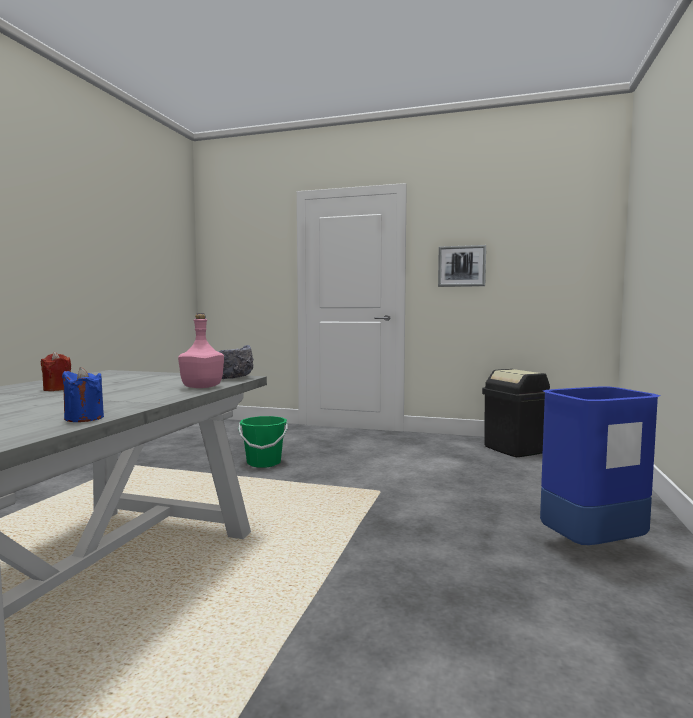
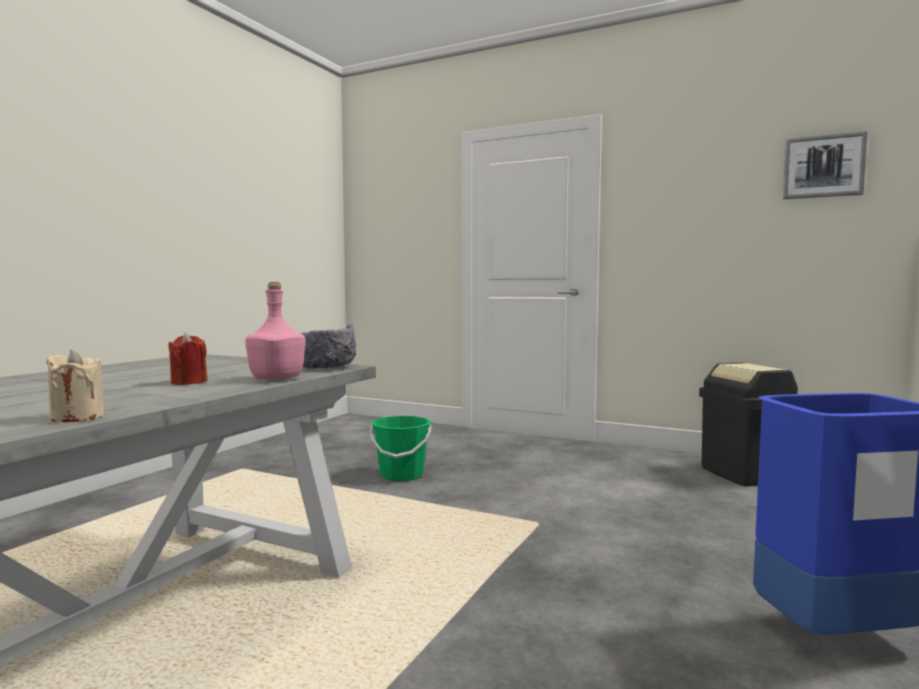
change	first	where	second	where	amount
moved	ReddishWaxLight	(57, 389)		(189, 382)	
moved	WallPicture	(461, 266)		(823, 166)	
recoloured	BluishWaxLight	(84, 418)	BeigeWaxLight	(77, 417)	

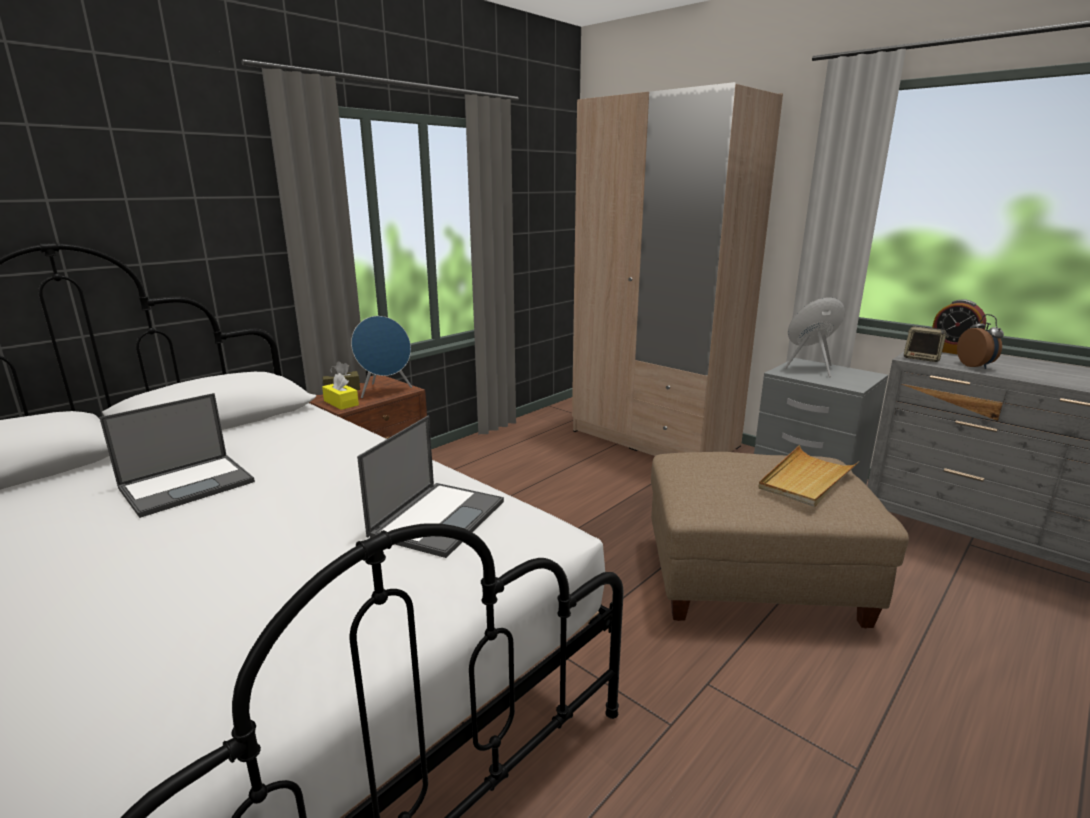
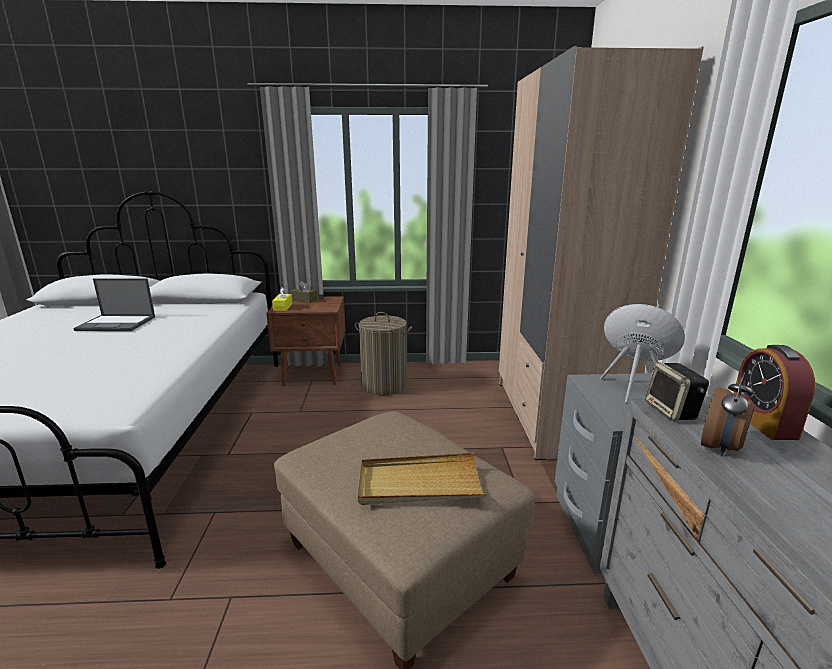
change	first	where	second	where	amount
removed	BluishSpeaker	(385, 391)			
removed	NotebookComputer	(438, 517)			
added			WashingBasket	(384, 385)	

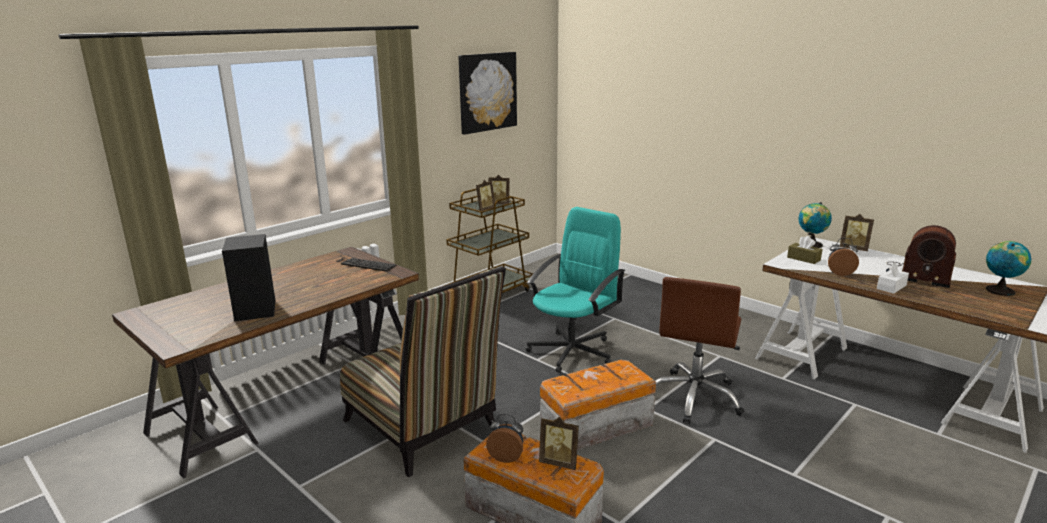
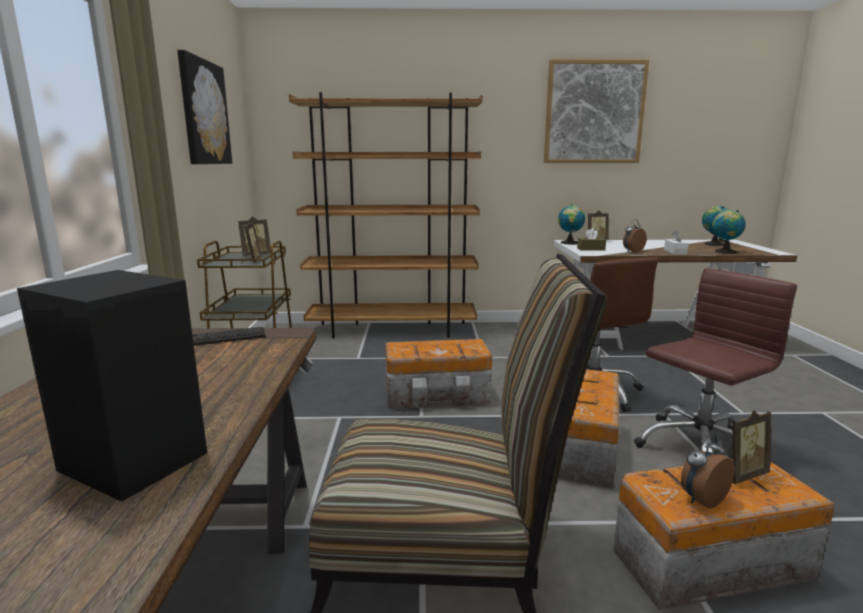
change	first	where	second	where	amount
removed	RadioSet	(917, 275)			
added			BrownBookshelf	(392, 330)	
added			WallPicture	(594, 112)	
added			BrownDeskChair	(699, 447)	
added			WorldGlobe	(724, 252)	
replaced	BlueGreenDeskChair	(572, 351)	StorageBox	(438, 396)	

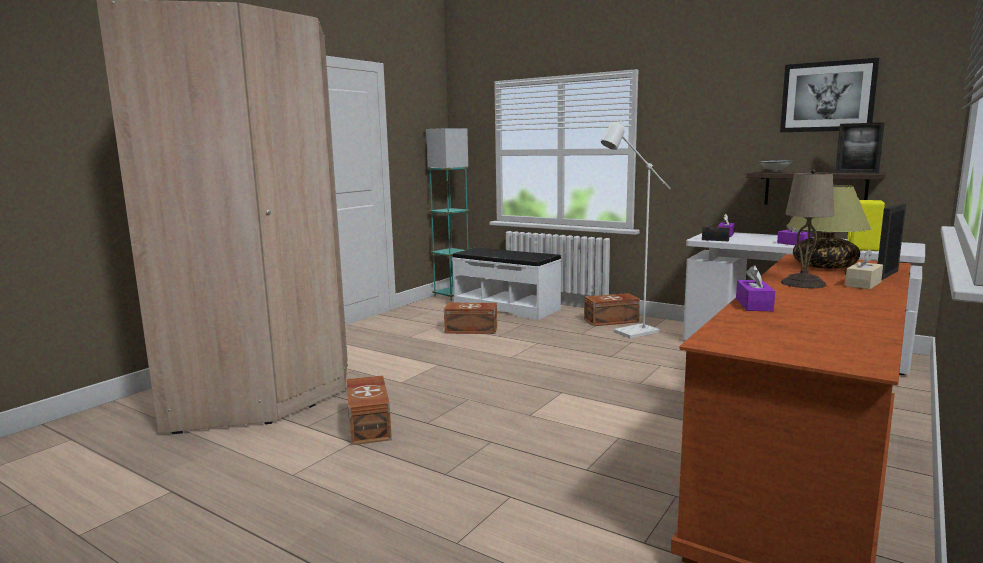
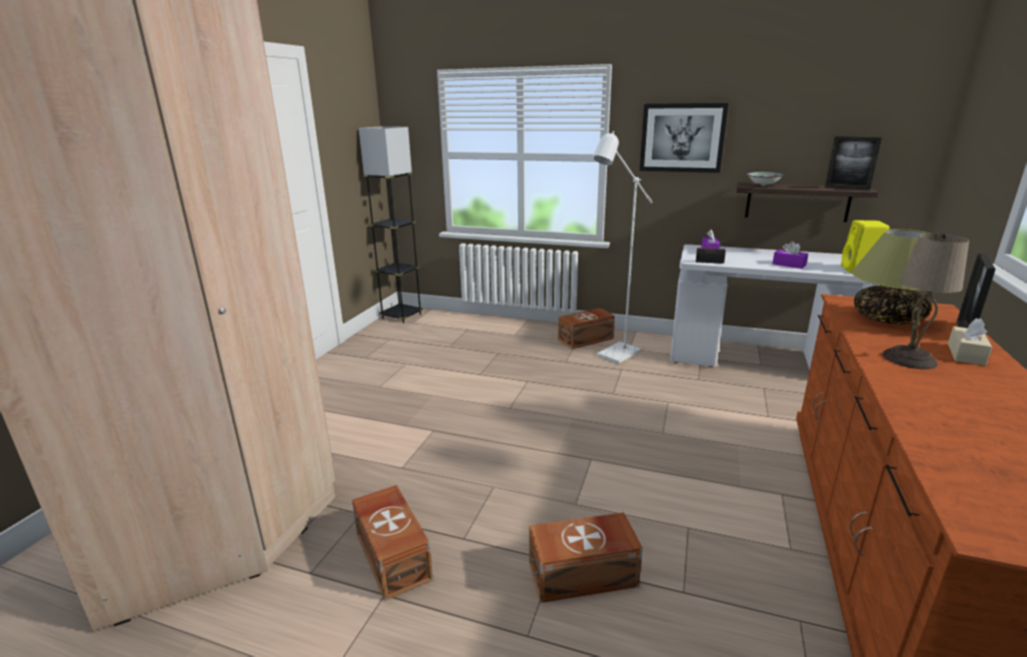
change	first	where	second	where	amount
removed	WhiteBench	(507, 307)			
removed	PurplishTissueBox	(754, 305)			
moved	BrownStorageBox	(472, 330)		(584, 575)	
moved	WallPicture	(827, 96)		(682, 138)	
recoloured	BlueGreenFloorLamp	(452, 296)	GrayFloorLamp	(401, 316)	

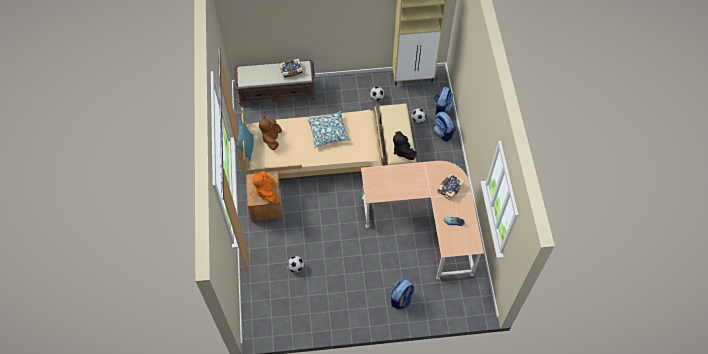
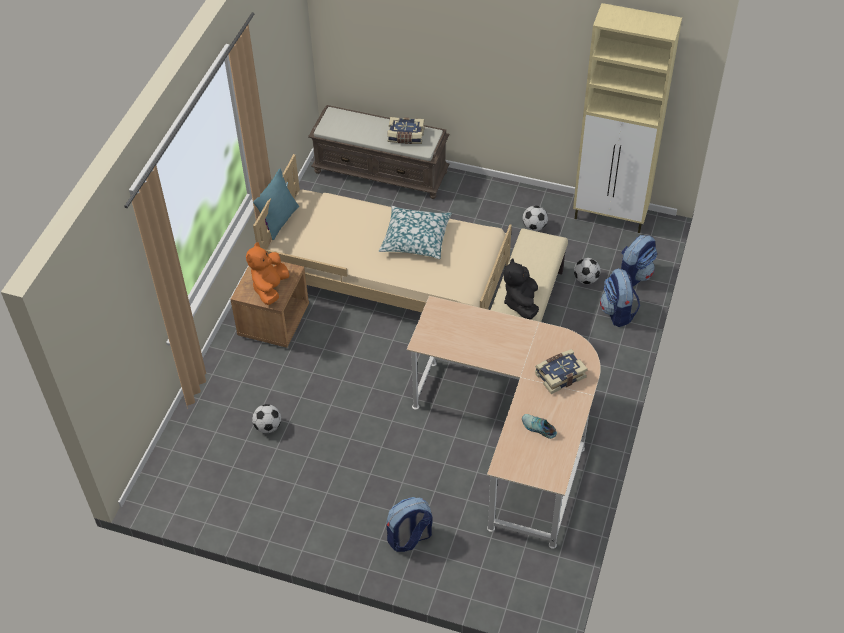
change	first	where	second	where	amount
removed	BrownCuddlyToy	(272, 139)			

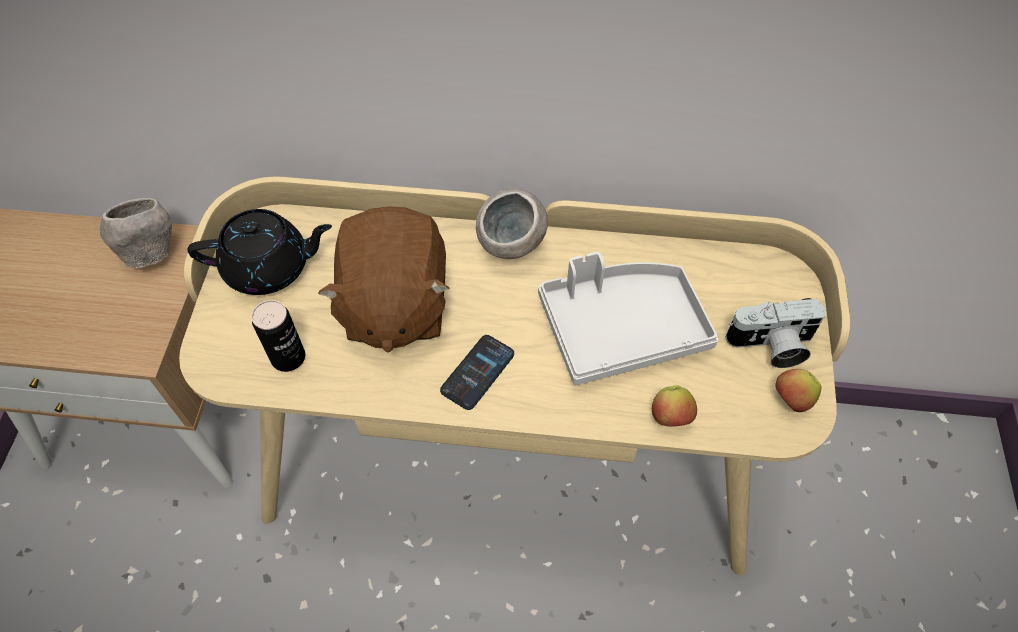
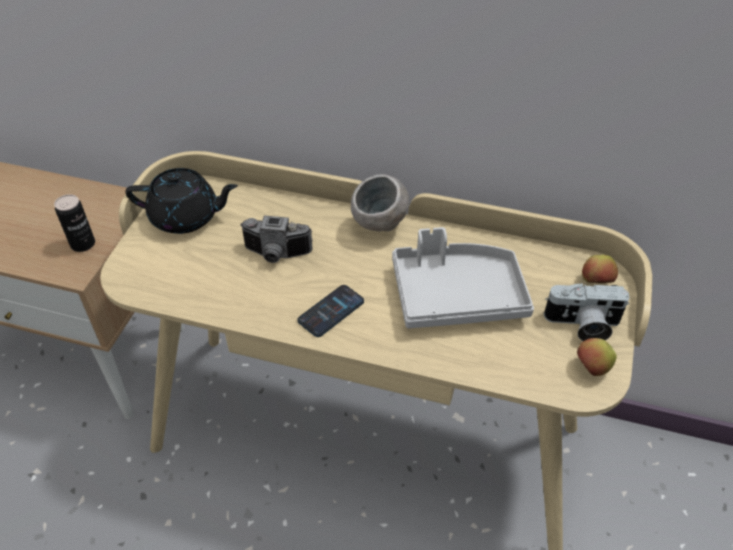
change	first	where	second	where	amount
removed	GrayDeepDish	(151, 253)			
moved	MetalCan	(288, 357)		(83, 244)	
moved	Apple	(670, 417)		(596, 282)	
replaced	BrownCuddlyToy	(394, 305)	StillCamera	(276, 255)	

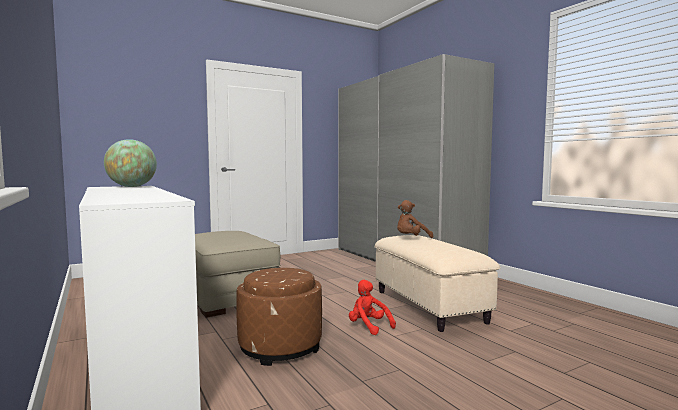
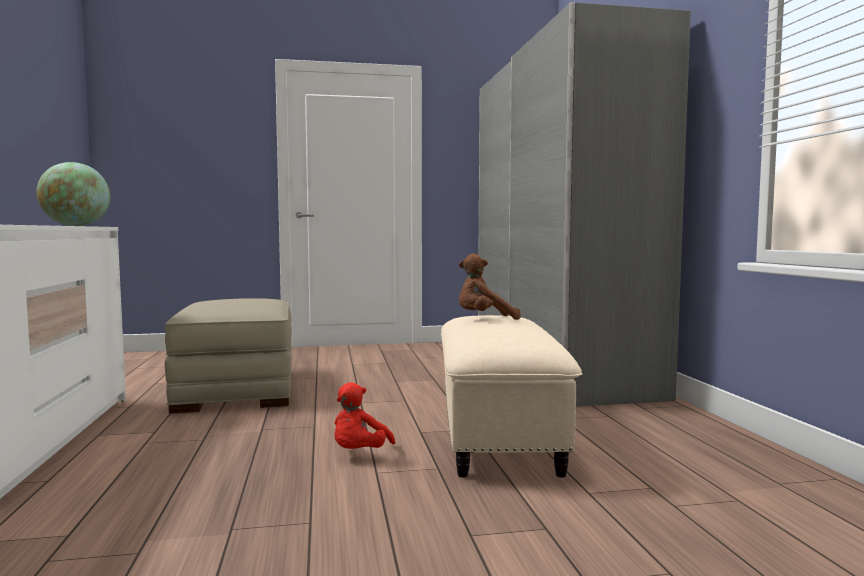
change	first	where	second	where	amount
removed	BrownFootrest	(280, 347)			
turned	ReddishCuddlyToy	(368, 326)		(359, 453)	135 degrees counterclockwise

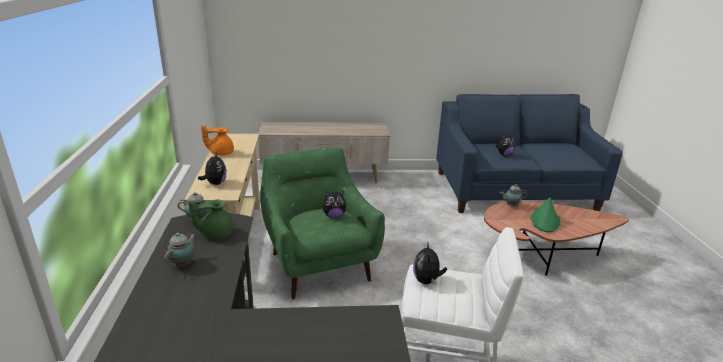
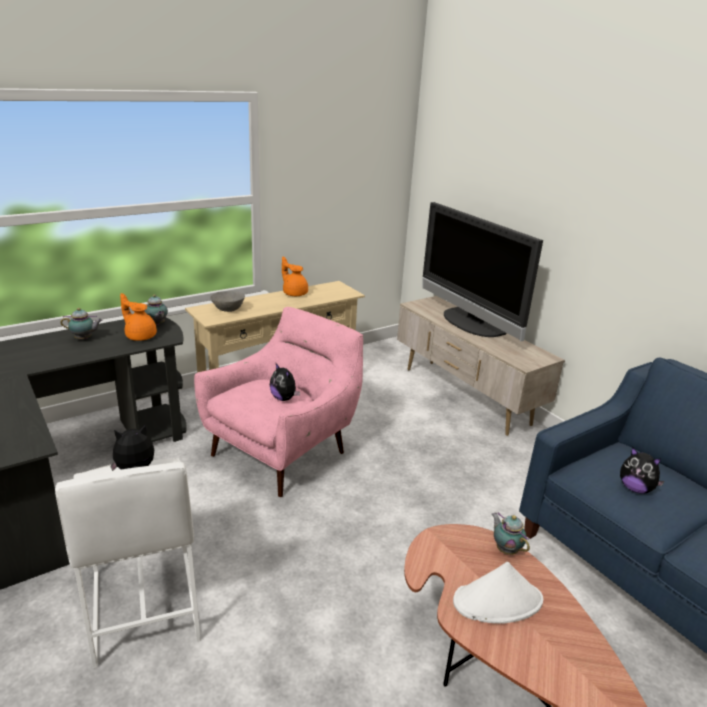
change	first	where	second	where	amount
added			Tv	(469, 323)	
replaced	CuddlyToy	(215, 183)	GrayDeepDish	(228, 309)	
recoloured	GreenColouredPotForTea	(215, 233)	OrangeyPotForTea	(140, 336)	
recoloured	GreenColouredEasyChair	(319, 263)	PinkishEasyChair	(284, 451)	
recoloured	GreenColouredHat	(544, 220)	WhiteHat	(498, 601)	

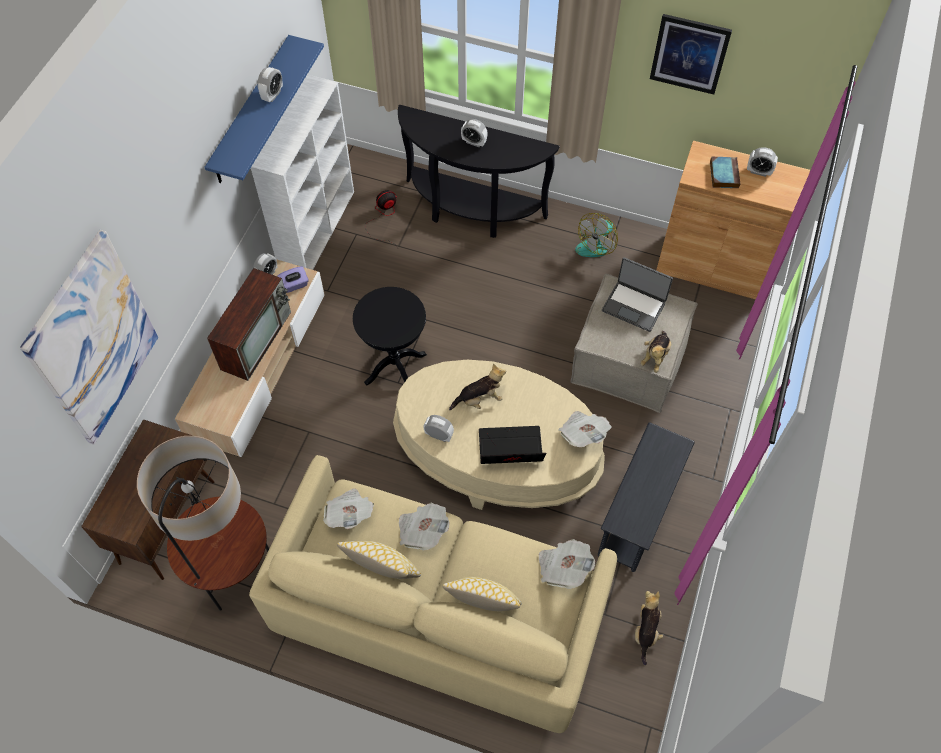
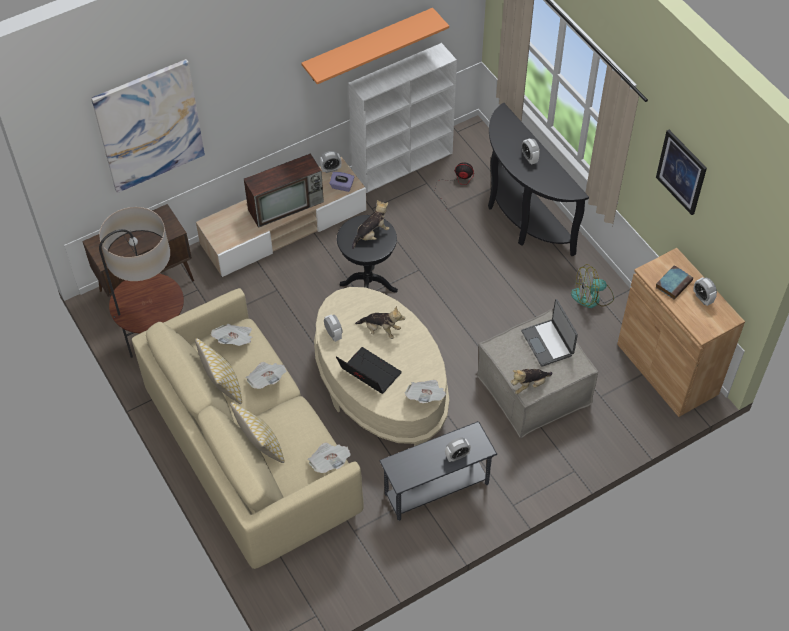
change	first	where	second	where	amount
moved	AlarmClock	(272, 95)		(457, 456)	
moved	CuddlyToy	(646, 631)		(371, 235)	
recoloured	BluishBracketShelf	(251, 111)	OrangeyBracketShelf	(368, 45)	

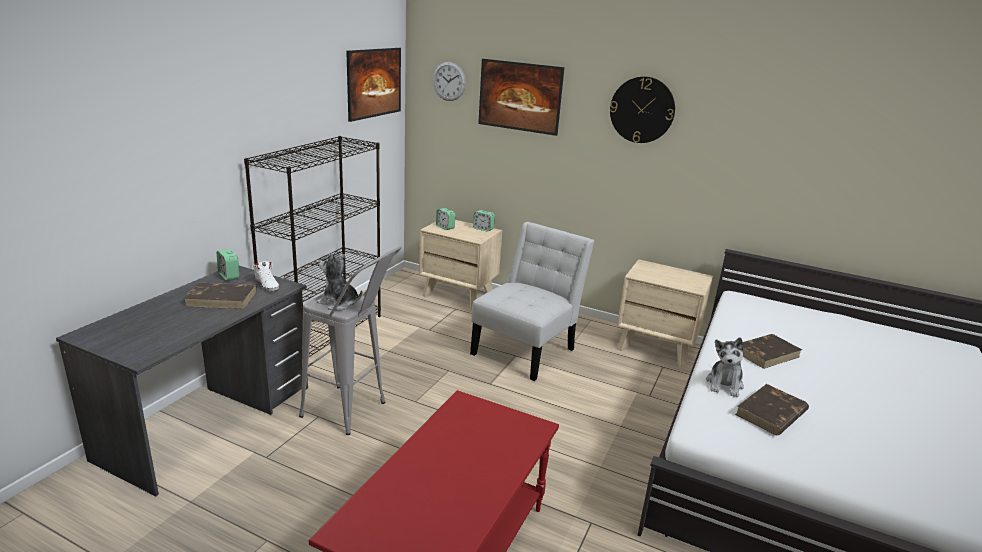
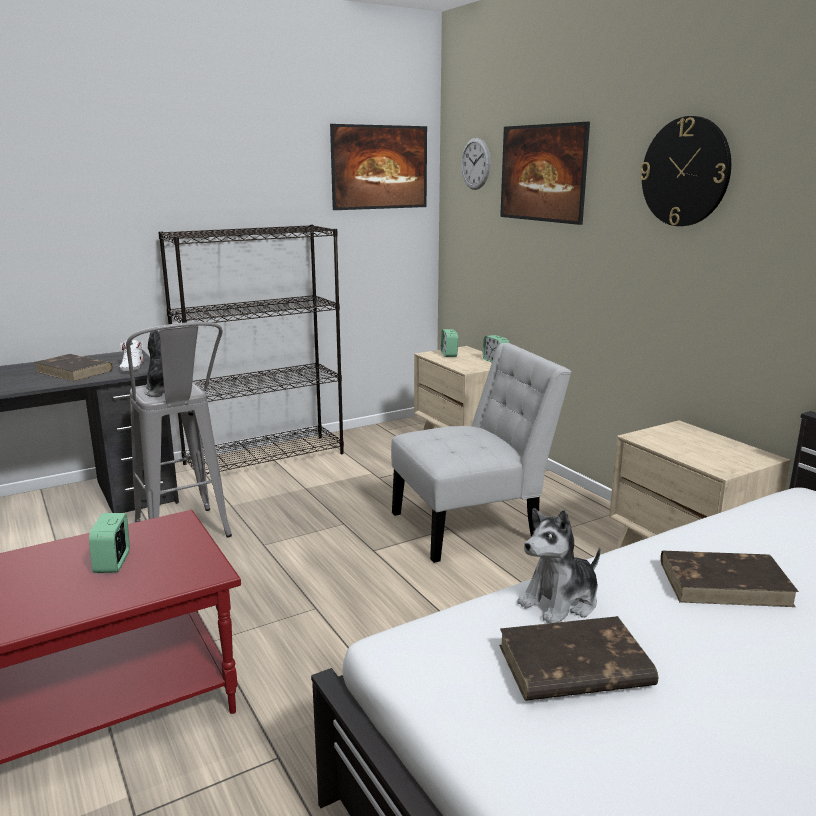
change	first	where	second	where	amount
moved	AlarmClock	(229, 276)		(113, 563)	

